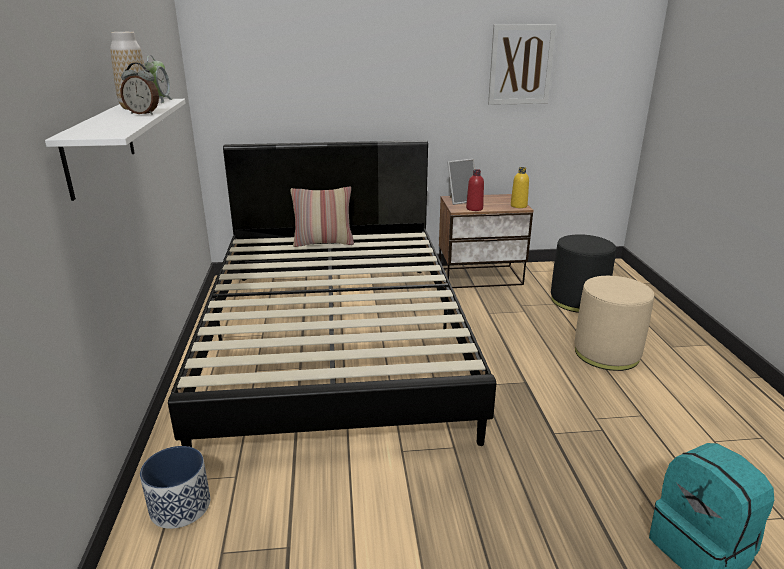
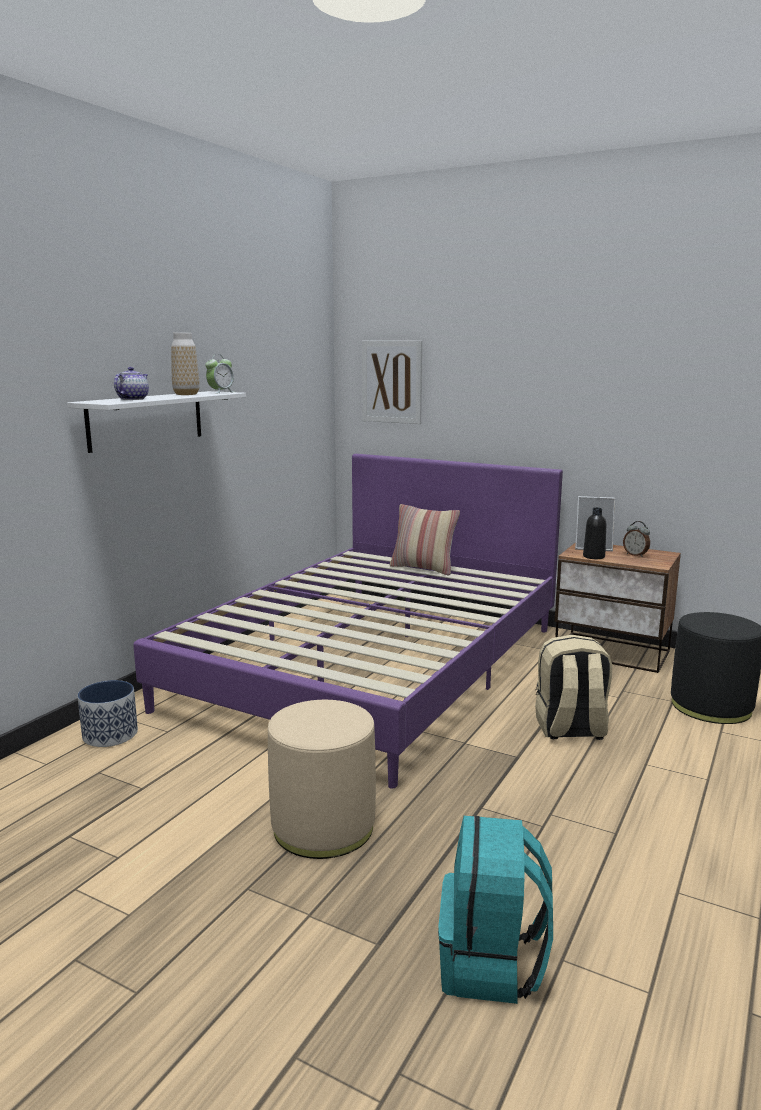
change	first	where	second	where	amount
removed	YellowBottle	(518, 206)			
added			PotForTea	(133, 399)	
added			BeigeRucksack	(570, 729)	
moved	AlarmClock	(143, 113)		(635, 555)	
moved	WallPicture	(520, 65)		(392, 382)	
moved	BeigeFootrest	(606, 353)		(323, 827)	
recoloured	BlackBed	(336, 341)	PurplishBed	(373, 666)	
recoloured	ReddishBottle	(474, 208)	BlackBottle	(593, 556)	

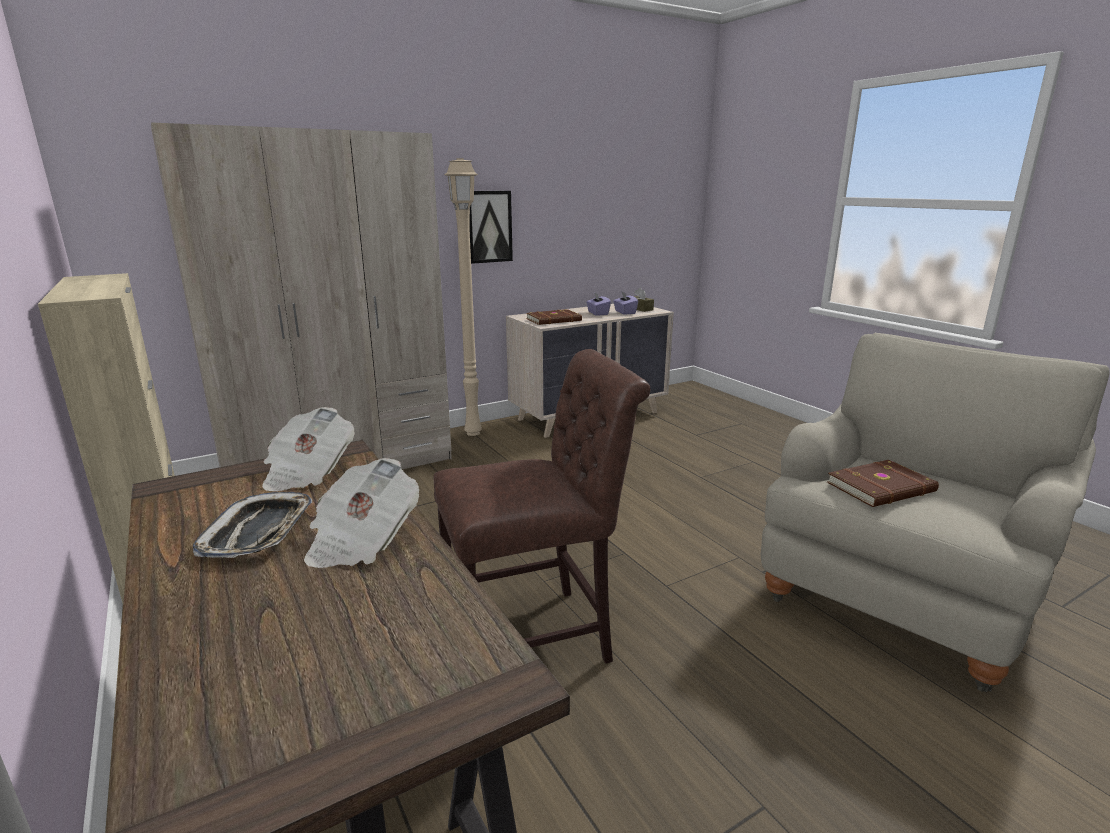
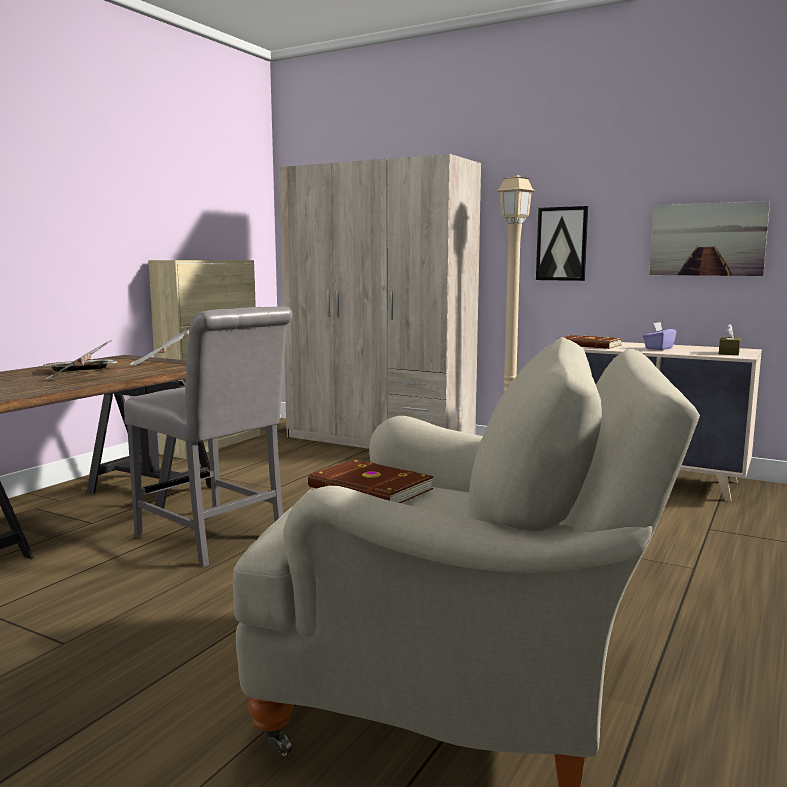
change	first	where	second	where	amount
removed	PurplishTissueBox	(624, 312)			
added			WallPicture	(707, 239)	
recoloured	BrownPlainChair	(536, 637)	GrayPlainChair	(214, 539)	

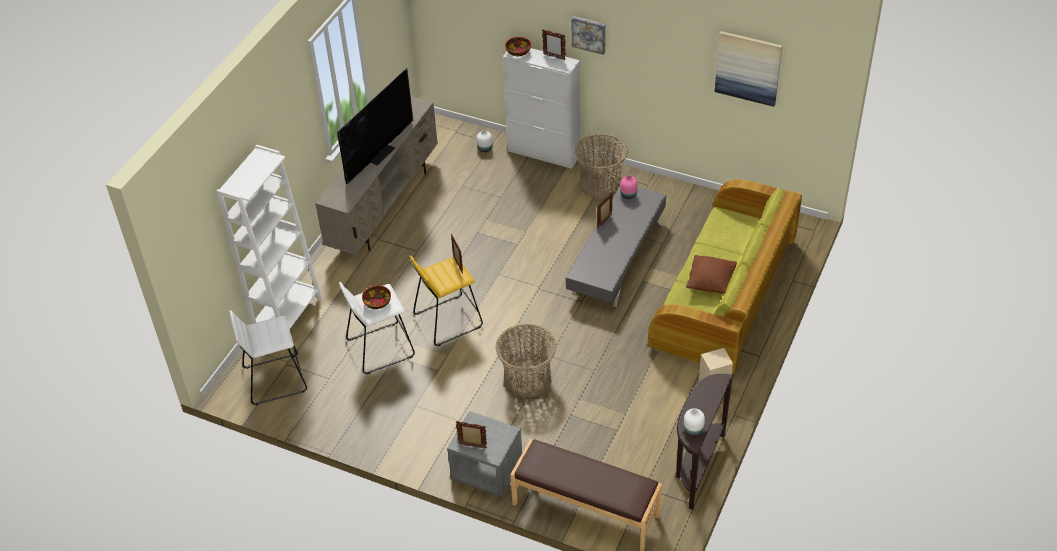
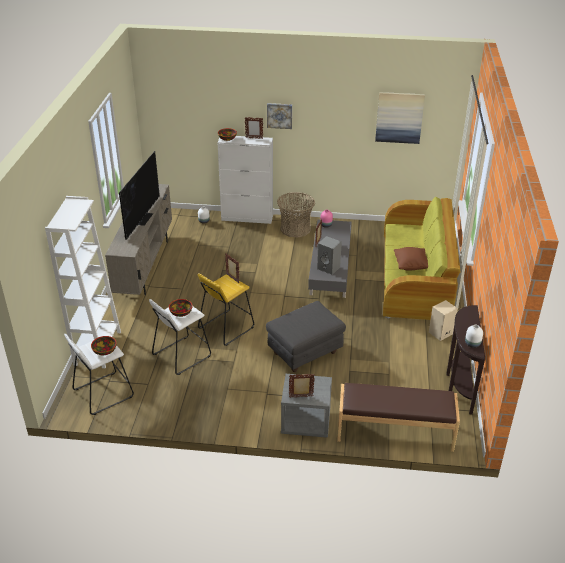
change	first	where	second	where	amount
added			DeepDish	(104, 351)	
added			GraySpeaker	(329, 268)	
replaced	StorageBasket	(527, 379)	GrayFootrest	(305, 354)	

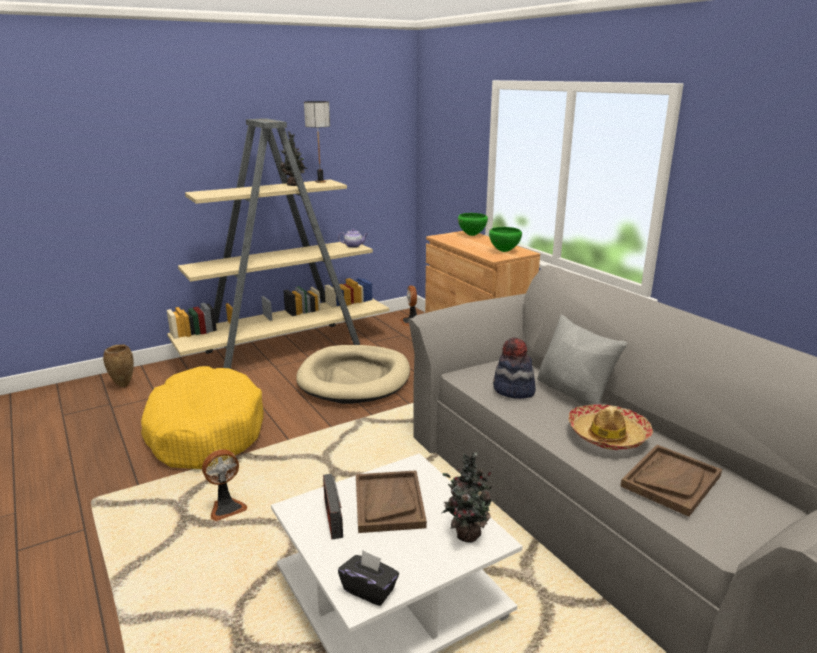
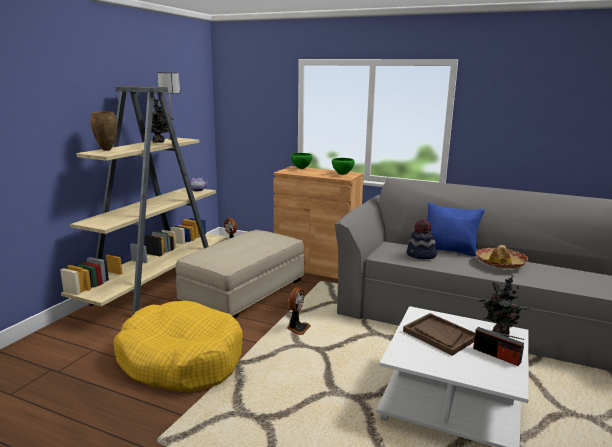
change	first	where	second	where	amount
removed	BlackTissueBox	(369, 590)			
removed	BrownServingTray	(670, 481)			
moved	BrownVase	(123, 386)		(106, 150)	
moved	ElectricFan	(226, 508)		(297, 328)	
moved	RadioSet	(333, 518)		(496, 355)	
replaced	BeigeDogCushion	(354, 378)	BeigeFootrest	(244, 291)	
recoloured	GrayCushion	(574, 394)	BluishCushion	(450, 250)	

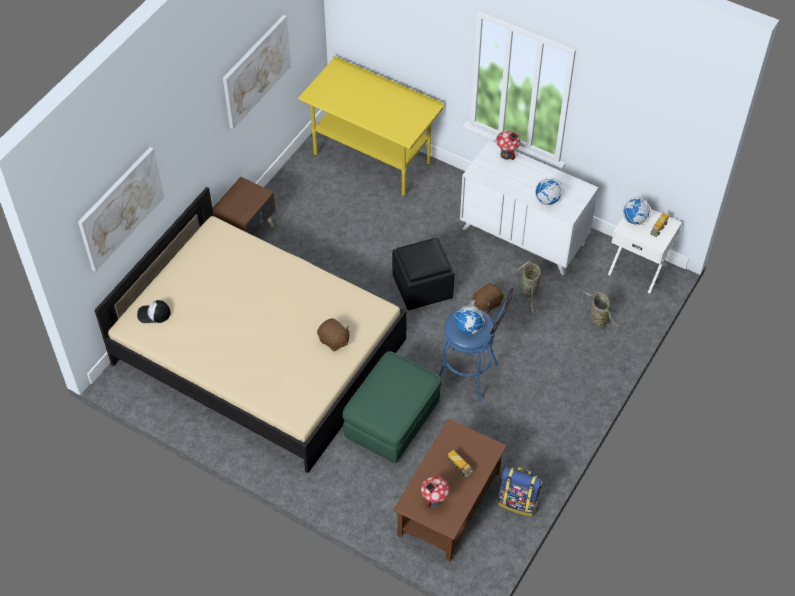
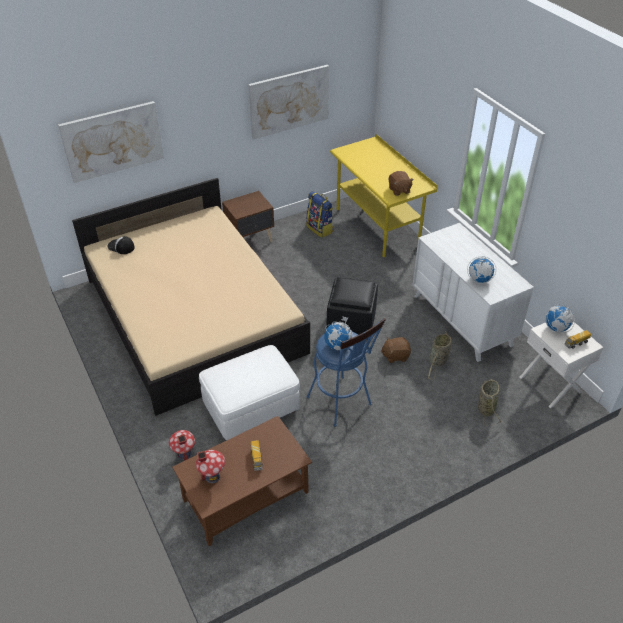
change	first	where	second	where	amount
moved	BrownCuddlyToy	(334, 340)		(399, 190)	
moved	ModelHouse	(506, 154)		(184, 454)	
moved	Rucksack	(518, 502)		(320, 229)	
recoloured	GreenColouredFootrest	(392, 420)	WhiteFootrest	(252, 408)	

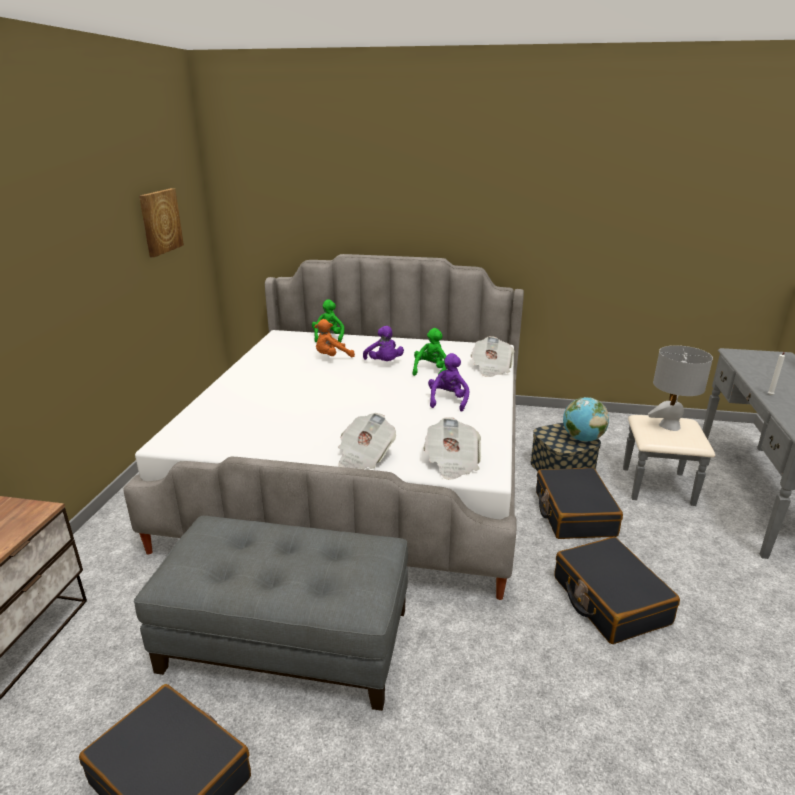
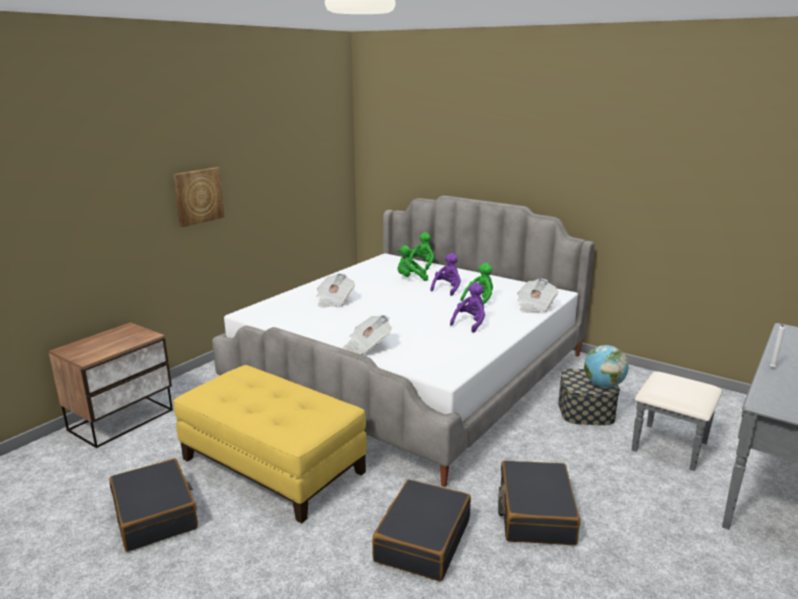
change	first	where	second	where	amount
removed	GrayLampForATable	(669, 426)			
moved	WallPicture	(160, 221)		(198, 196)	
moved	PrintedPaper	(452, 463)		(334, 301)	
moved	BlackTravelCase	(573, 513)		(422, 540)	
recoloured	GrayFootrest	(288, 638)	YellowFootrest	(274, 465)	
recoloured	OrangeyCuddlyToy	(332, 357)	GreenColouredCuddlyToy	(410, 278)	
turned	PurplishCuddlyToy	(384, 363)		(447, 289)	150 degrees counterclockwise

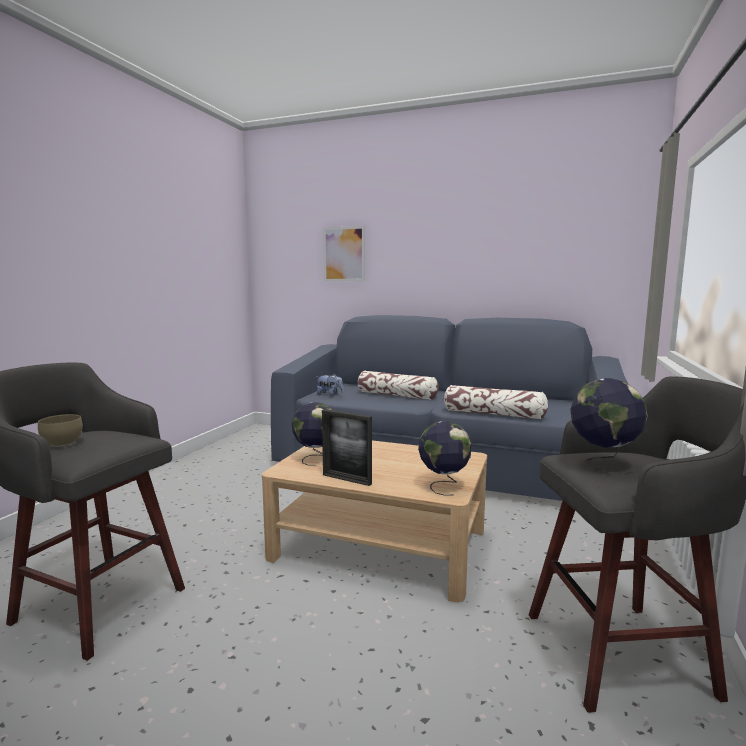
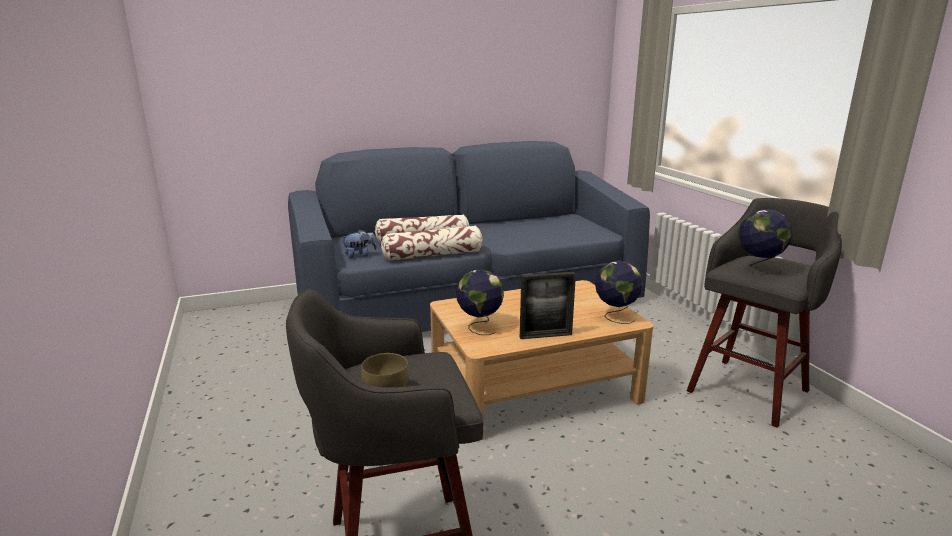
change	first	where	second	where	amount
removed	WallPicture	(344, 254)			
moved	Cushion	(494, 414)		(433, 255)	

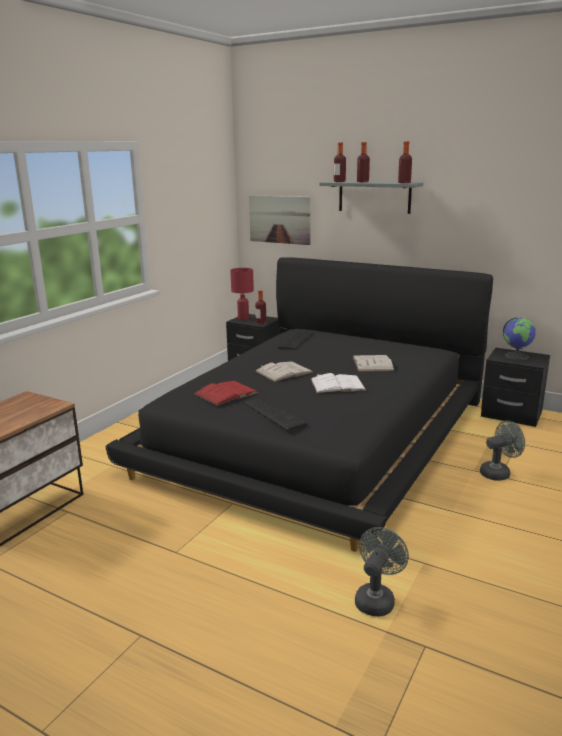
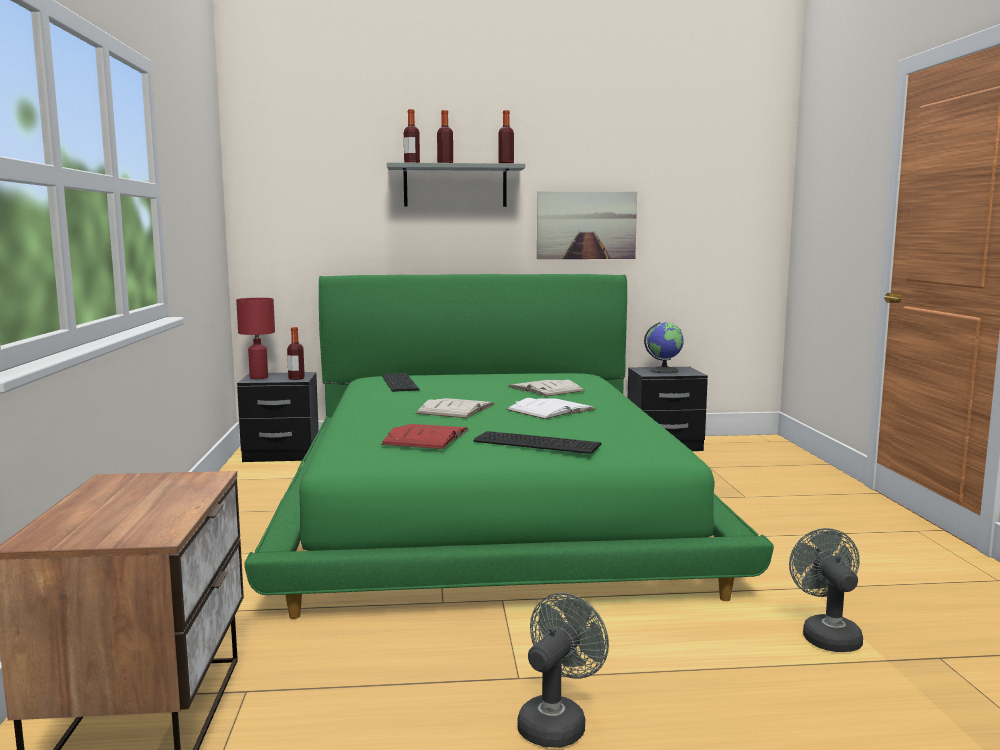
change	first	where	second	where	amount
moved	WallPicture	(279, 219)		(586, 225)	
moved	GrayElectricFan	(498, 473)		(557, 722)	
recoloured	BlackBed	(318, 434)	GreenColouredBed	(489, 504)	

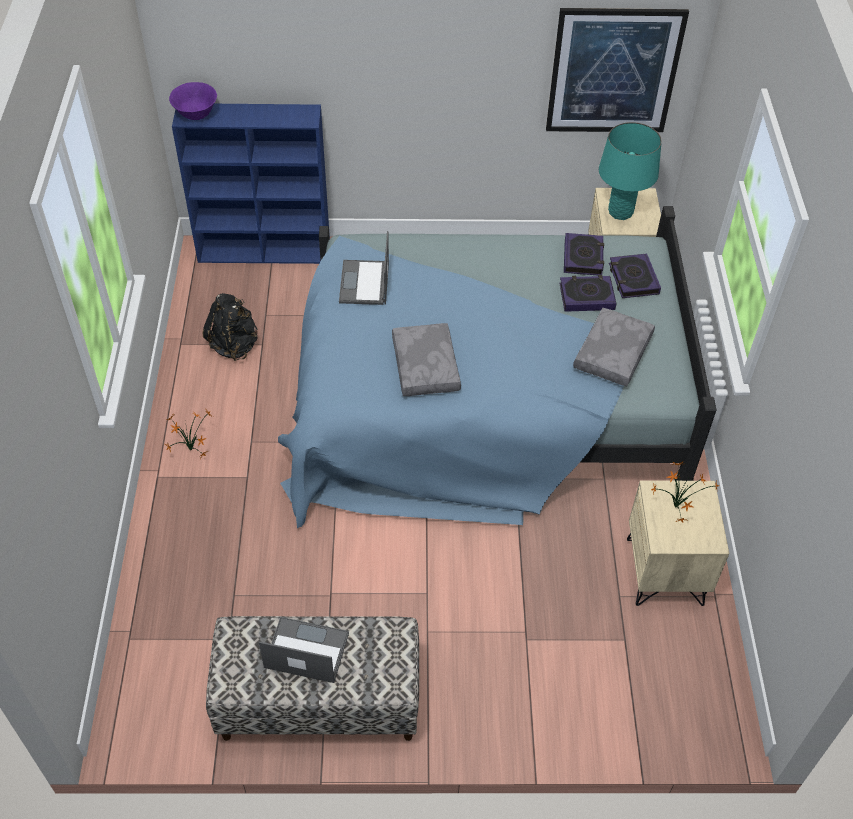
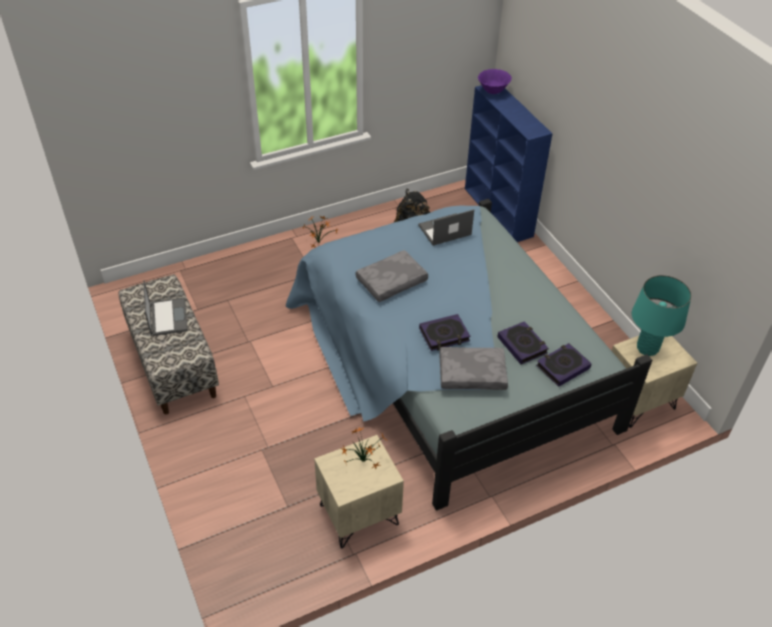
change	first	where	second	where	amount
removed	WallPicture	(613, 71)			
moved	Book	(583, 257)		(444, 335)	

